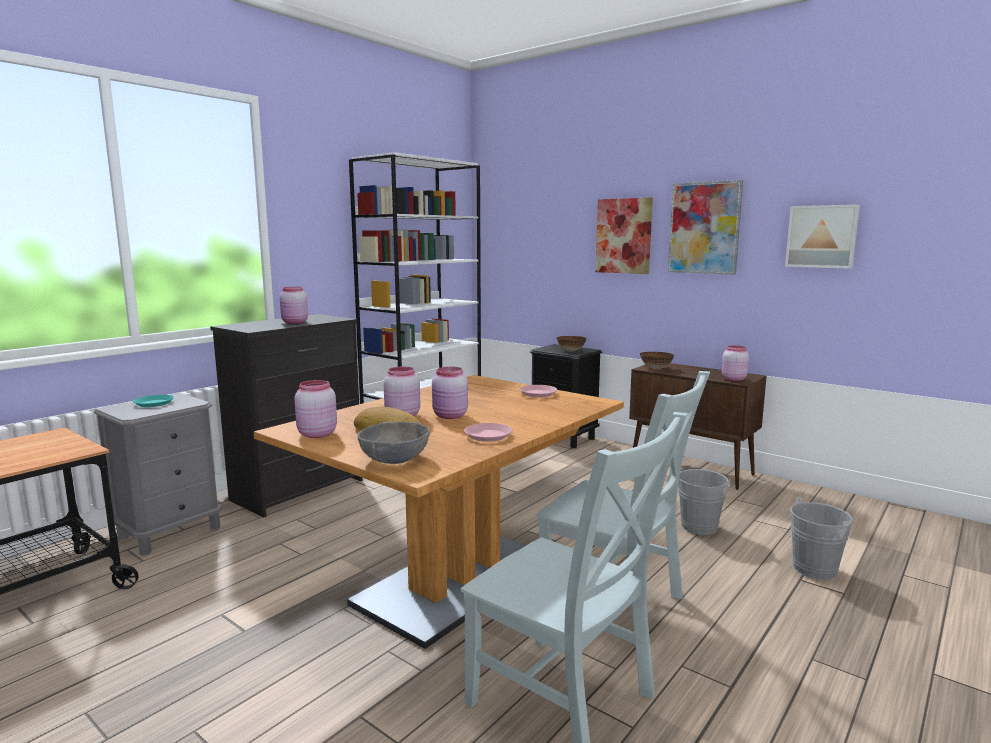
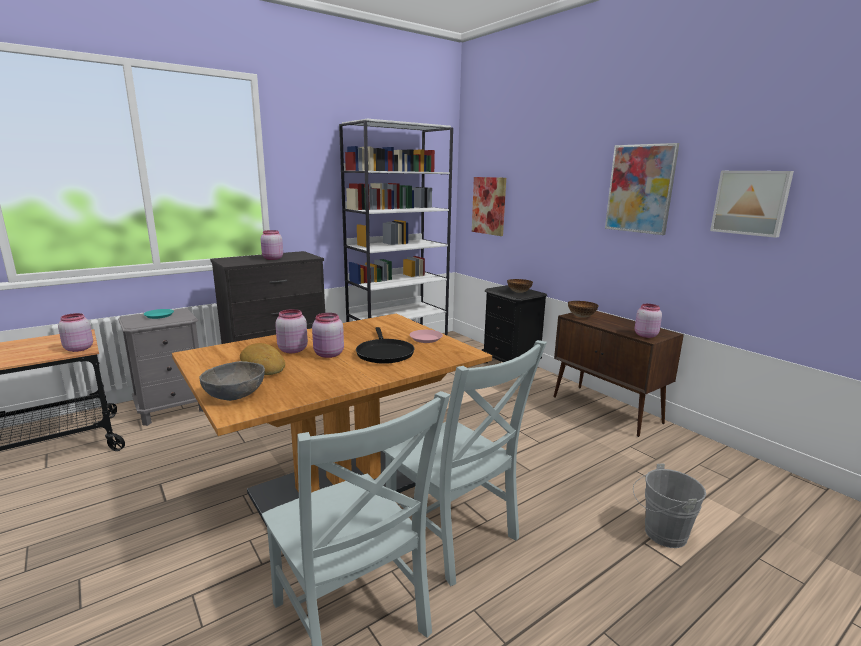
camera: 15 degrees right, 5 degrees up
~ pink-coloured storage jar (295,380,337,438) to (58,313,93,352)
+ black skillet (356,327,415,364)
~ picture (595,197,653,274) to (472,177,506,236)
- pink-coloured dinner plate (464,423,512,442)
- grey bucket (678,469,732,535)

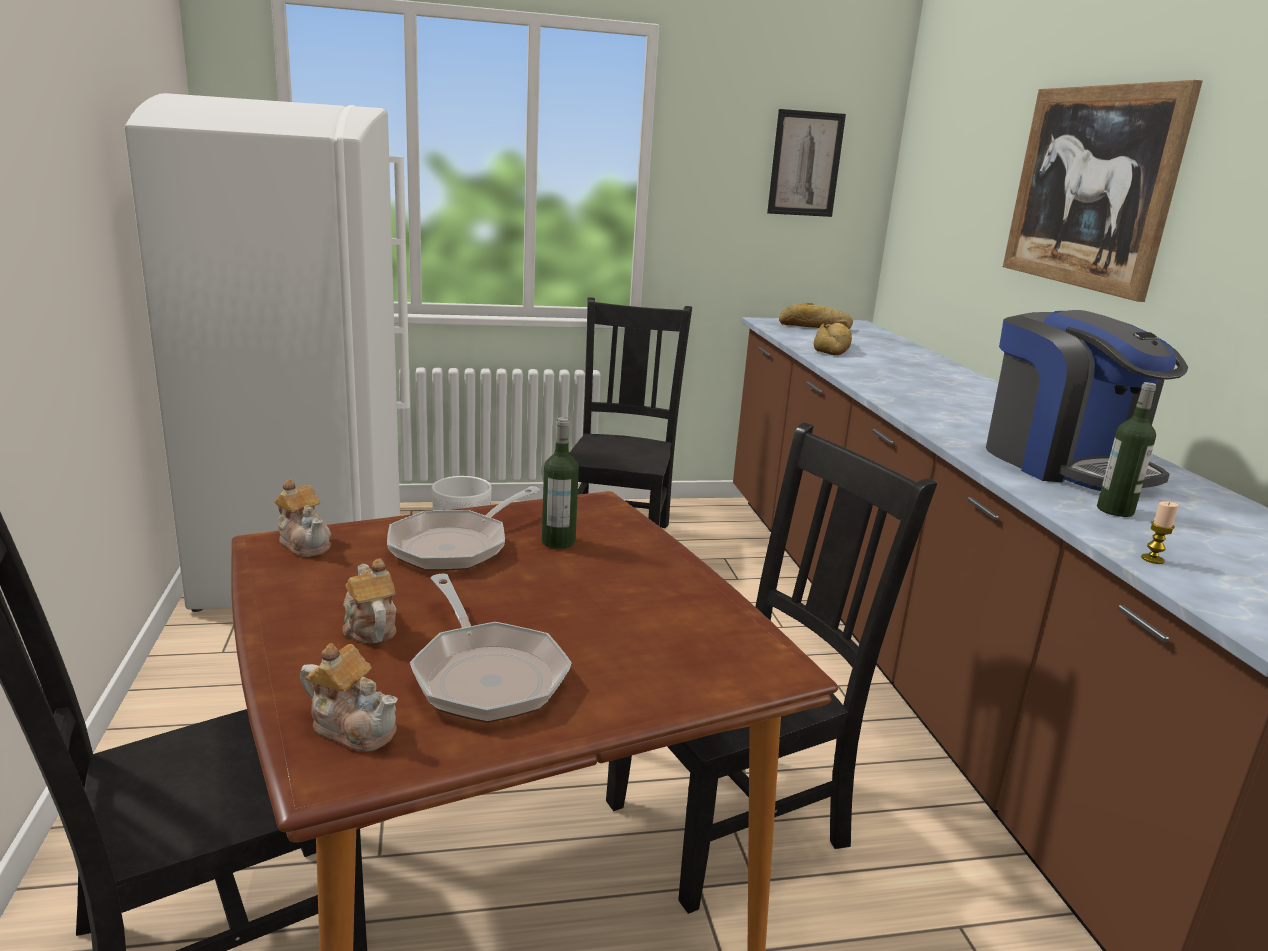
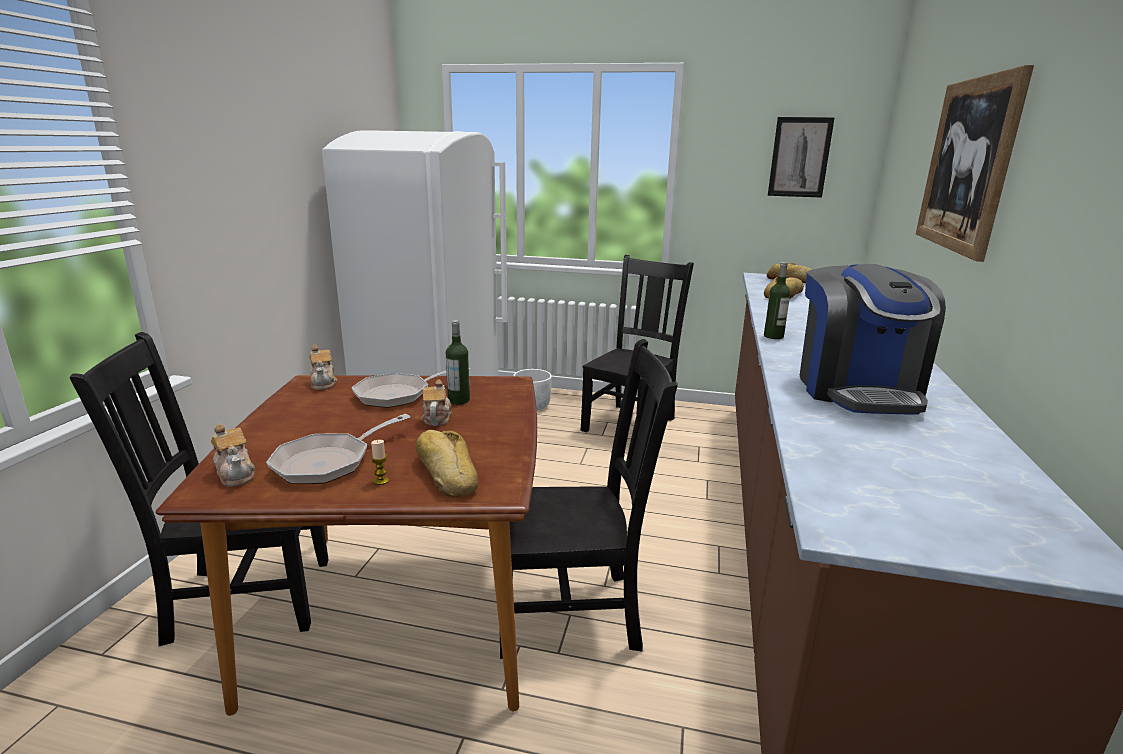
camera: 25 degrees right, 0 degrees up
~ skillet (410,574,572,723) = (266,414,411,484) 45 degrees clockwise
~ candle (1141,501,1179,564) to (371,440,389,485)
+ bread (416,430,478,497)
~ tea pot (342,558,397,643) to (421,379,452,426)
~ beverage bottle (1097,382,1156,517) to (764,262,790,339)

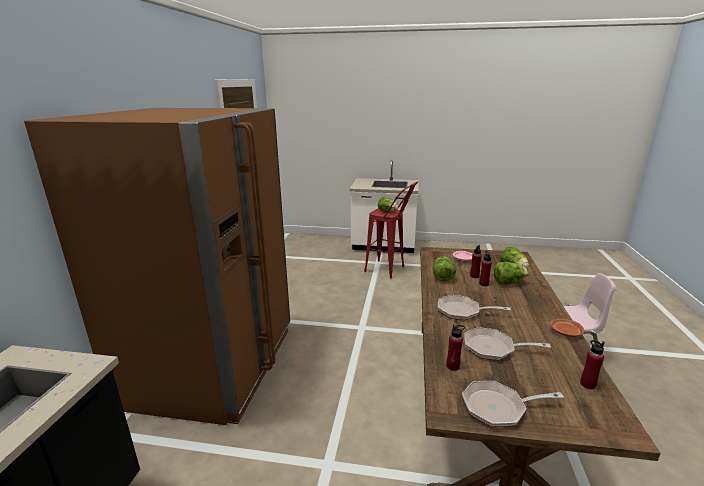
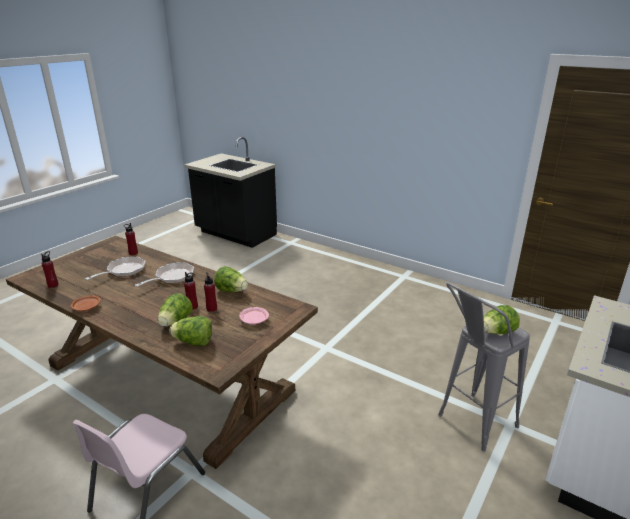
camera: 115 degrees right, 5 degrees up
~ reddish stool seat (364,181,418,279) to grey stool seat (438,282,530,452)
- brownish refrigerator (24,108,290,425)
- skillet (462,381,564,427)

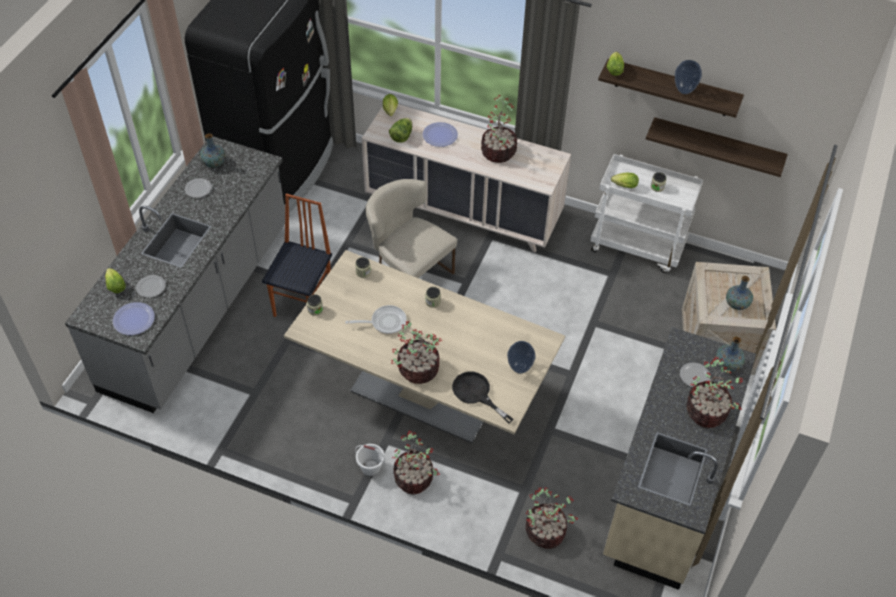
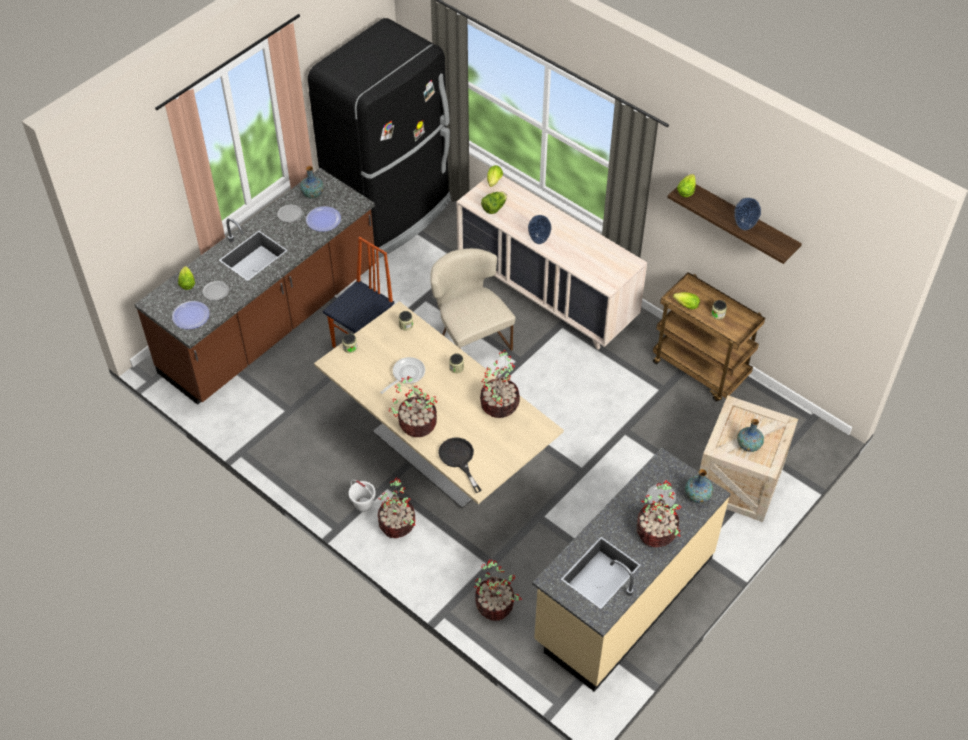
camera: 20 degrees right, 0 degrees up
~ grey kitchen counter (65,136,285,413) to brownish kitchen counter (134,168,376,405)
~ dinner plate (423,122,458,147) to (306,206,341,232)
~ skillet (345,305,406,334) = (380,357,425,394) 60 degrees counterclockwise
~ houseplant (481,95,517,163) to (480,350,520,418)
~ flower vase (507,341,536,374) to (528,215,552,244)
~ whitish trolley (590,154,703,273) to brownish trolley (653,272,765,402)
- shelf (646,117,788,177)

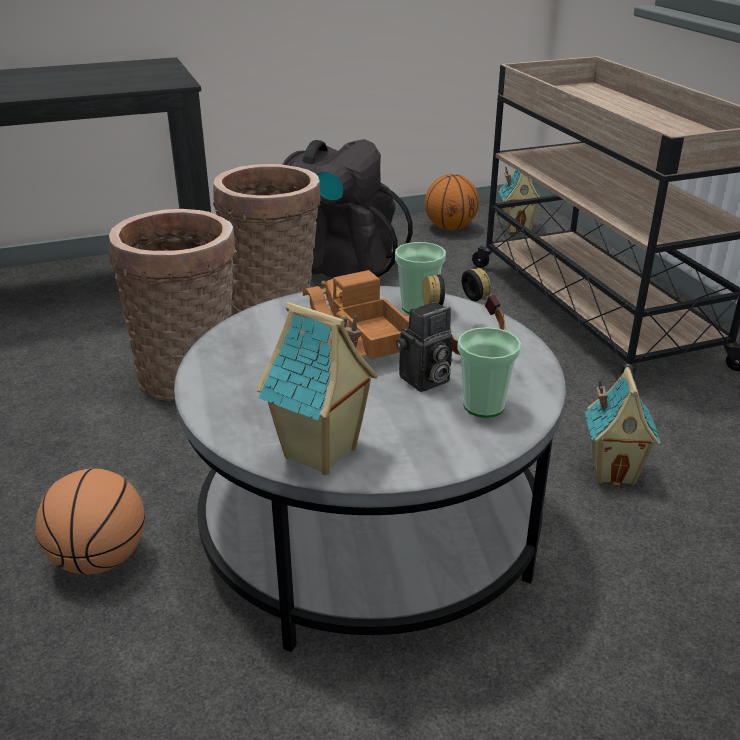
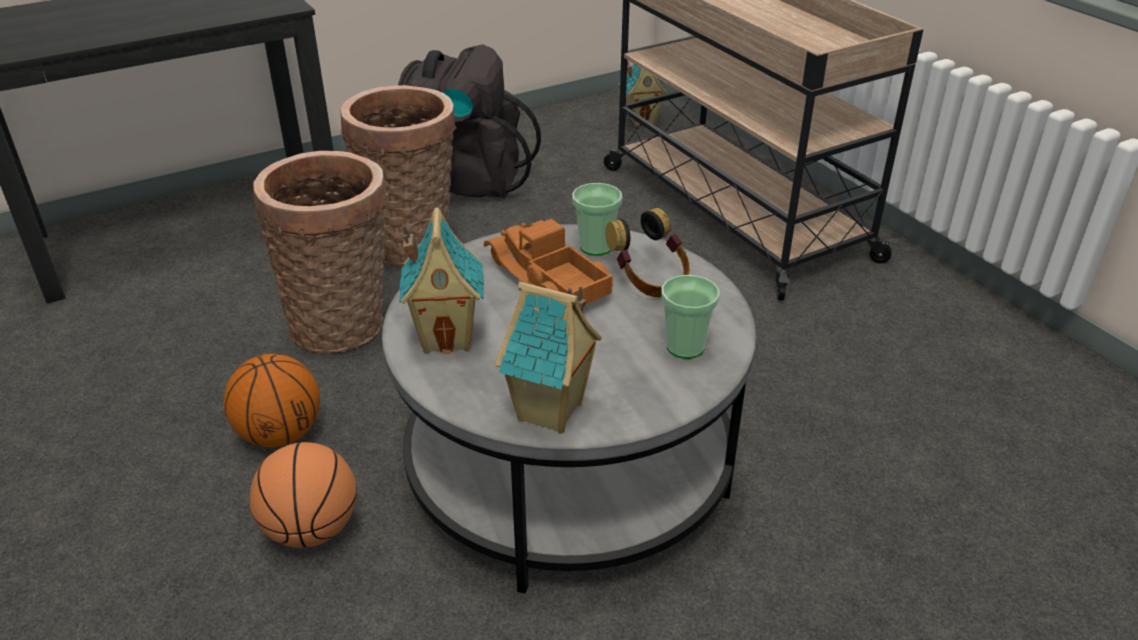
camera: 10 degrees left, 5 degrees up
~ basketball (425,174,479,230) to (224,354,320,447)
~ miniature house (585,367,661,486) to (399,207,484,354)
- still camera (396,302,453,392)

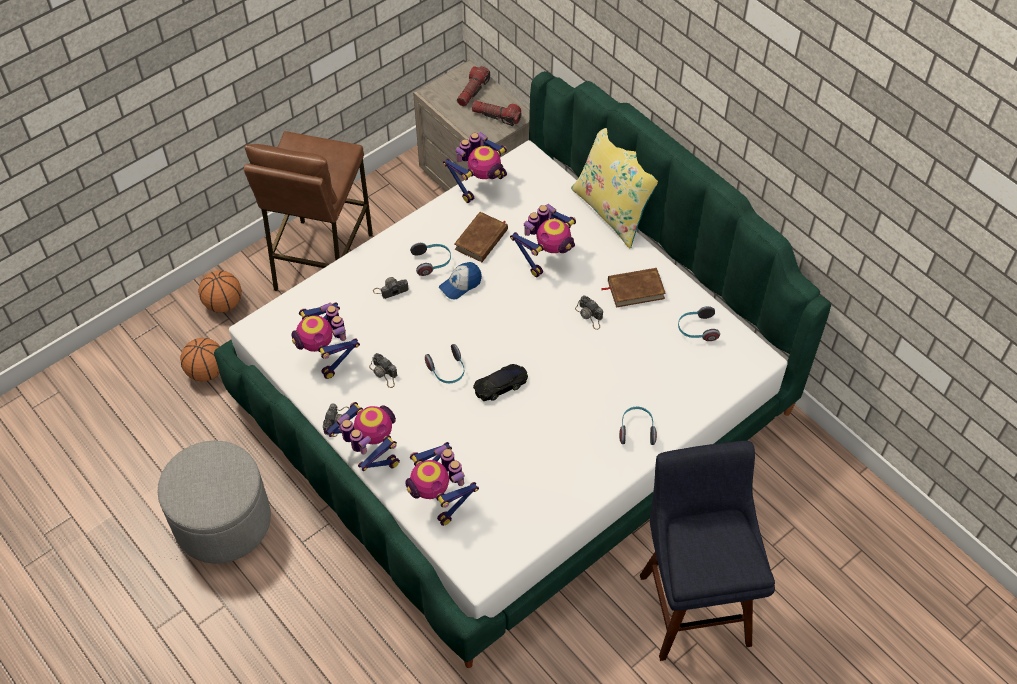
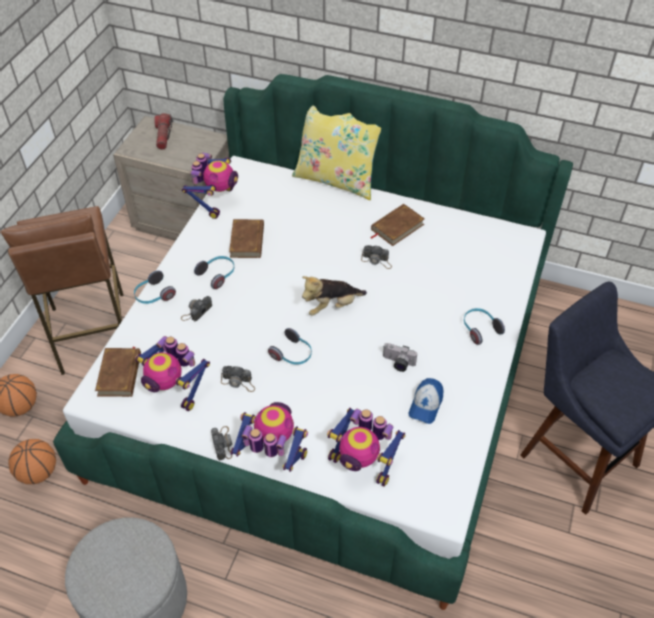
camera: 30 degrees left, 5 degrees down
+ brownish volume (95,347,141,397)
~ pair of headphones (678,306,720,341) to (134,270,176,304)
+ cuddly toy (302,276,367,316)
+ still camera (383,343,417,372)
~ baseball cap (439,262,482,299) to (408,378,443,424)
- torch (472,100,521,126)
- black toy car (473,364,528,401)
- robot figure (510,204,576,277)

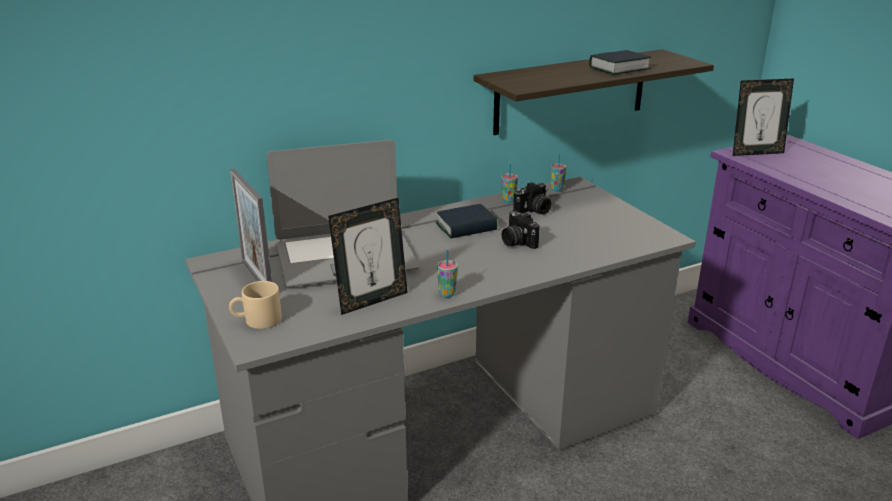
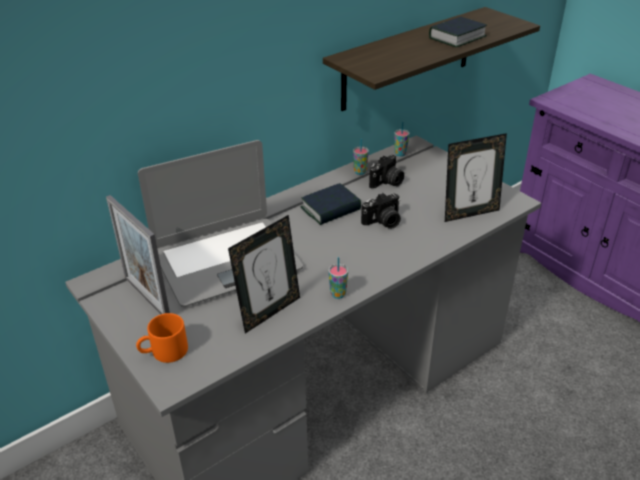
camera: 10 degrees left, 10 degrees up
~ beige coffee mug (229,281,282,329) to orange-coloured coffee mug (136,313,188,363)
~ still camera (502,210,540,249) = (361,193,401,229) 75 degrees counterclockwise
~ standing frame (733,78,794,156) to (445,133,507,222)

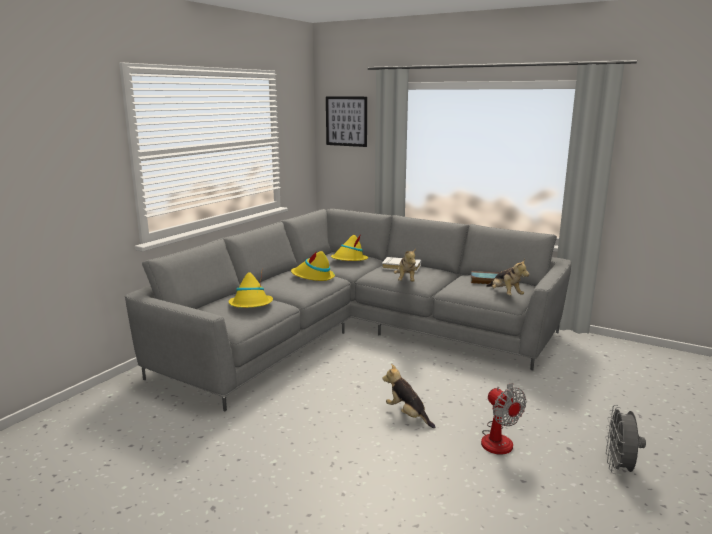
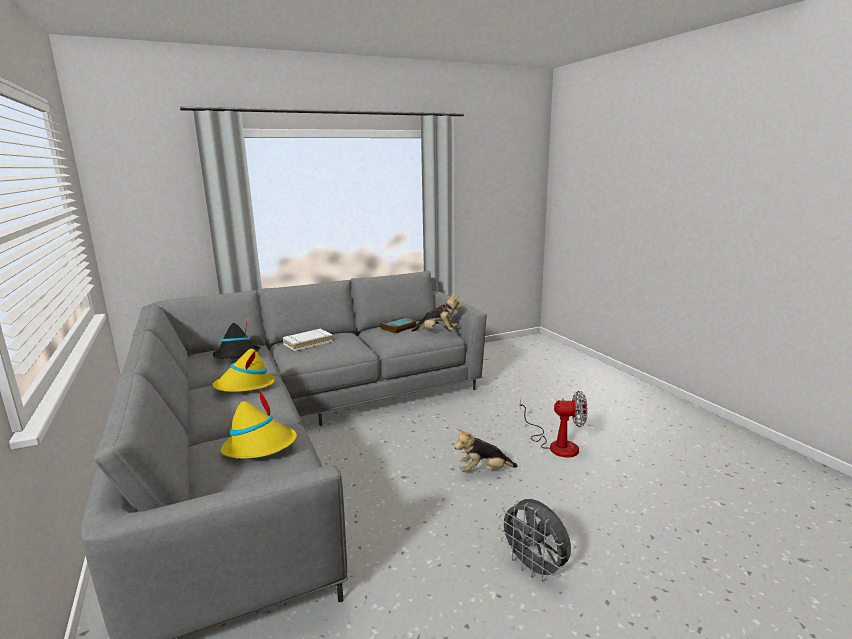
camera: 55 degrees left, 0 degrees up
~ yellow clothing hat (331,234,368,261) to black clothing hat (213,321,260,359)
~ grey electric fan (605,405,646,474) to (498,499,571,581)
- picture (326,97,367,147)
- cuddly toy (394,248,416,282)

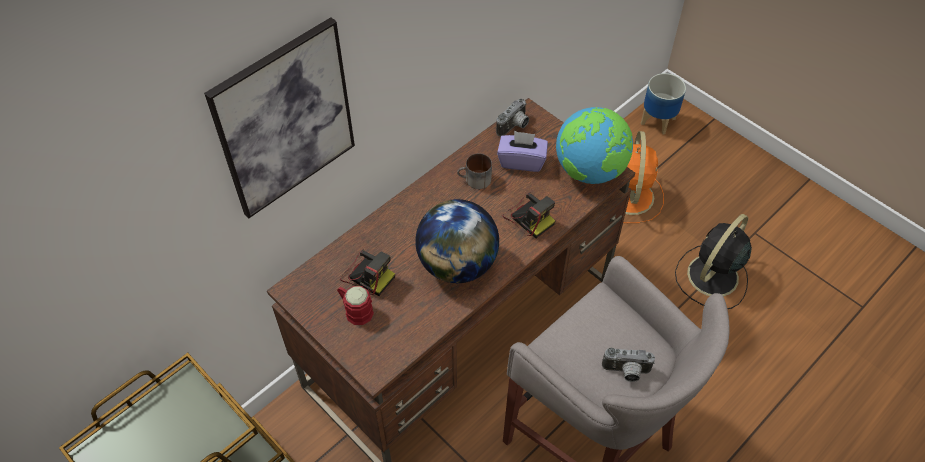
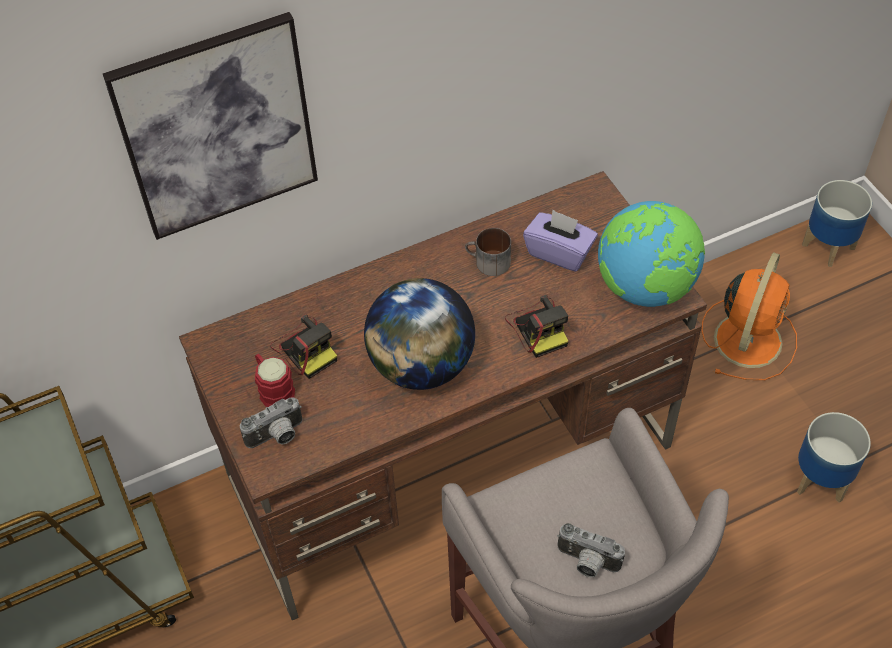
camera: 20 degrees right, 0 degrees up
~ still camera (496,98,529,137) to (240,398,302,448)
~ black electric fan (675,214,752,309) to flower pot (797,412,871,503)

